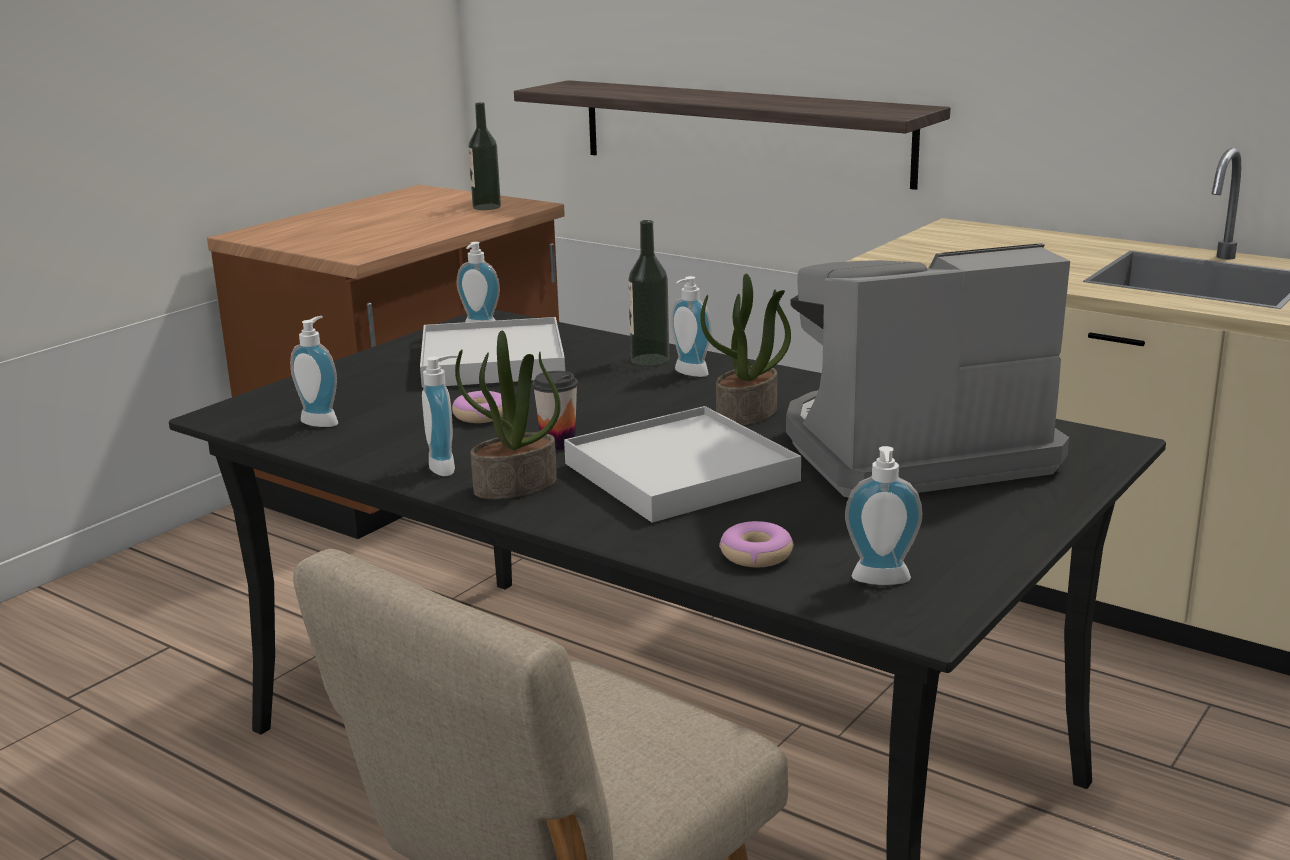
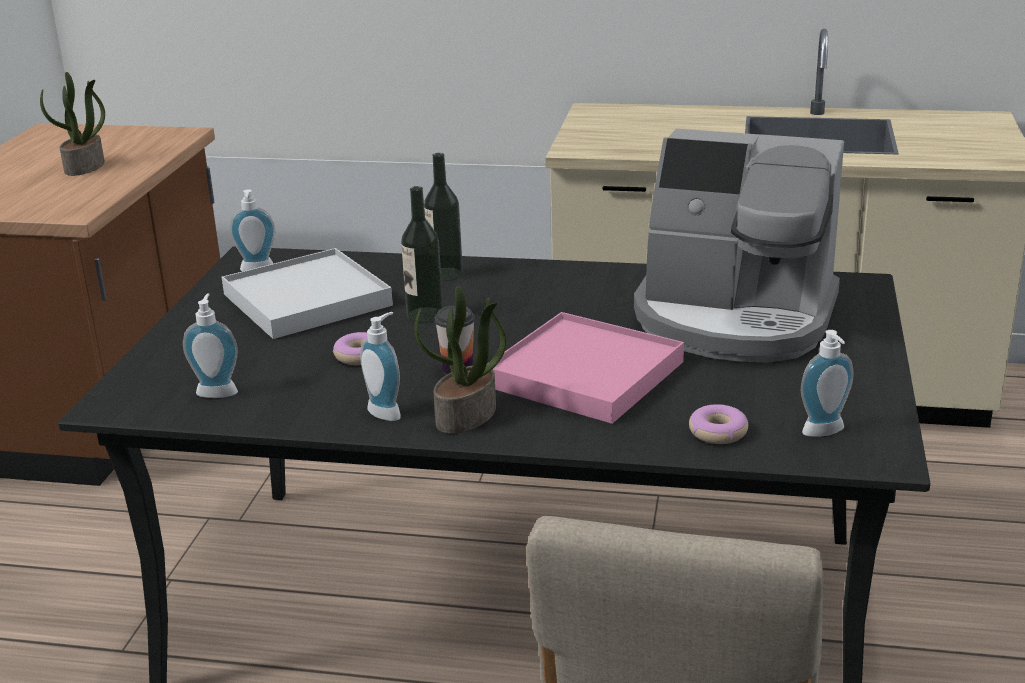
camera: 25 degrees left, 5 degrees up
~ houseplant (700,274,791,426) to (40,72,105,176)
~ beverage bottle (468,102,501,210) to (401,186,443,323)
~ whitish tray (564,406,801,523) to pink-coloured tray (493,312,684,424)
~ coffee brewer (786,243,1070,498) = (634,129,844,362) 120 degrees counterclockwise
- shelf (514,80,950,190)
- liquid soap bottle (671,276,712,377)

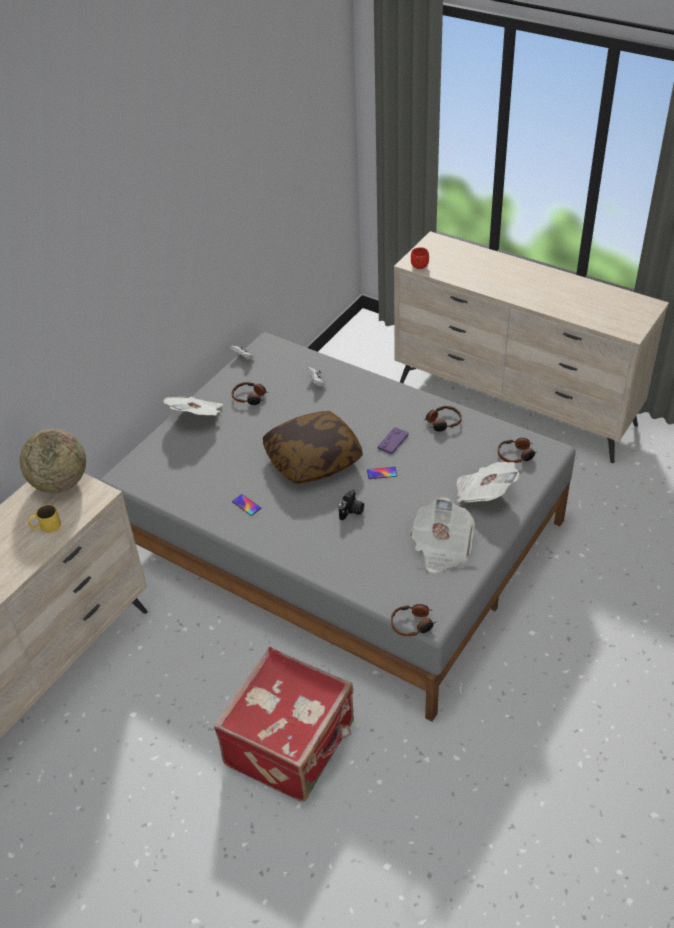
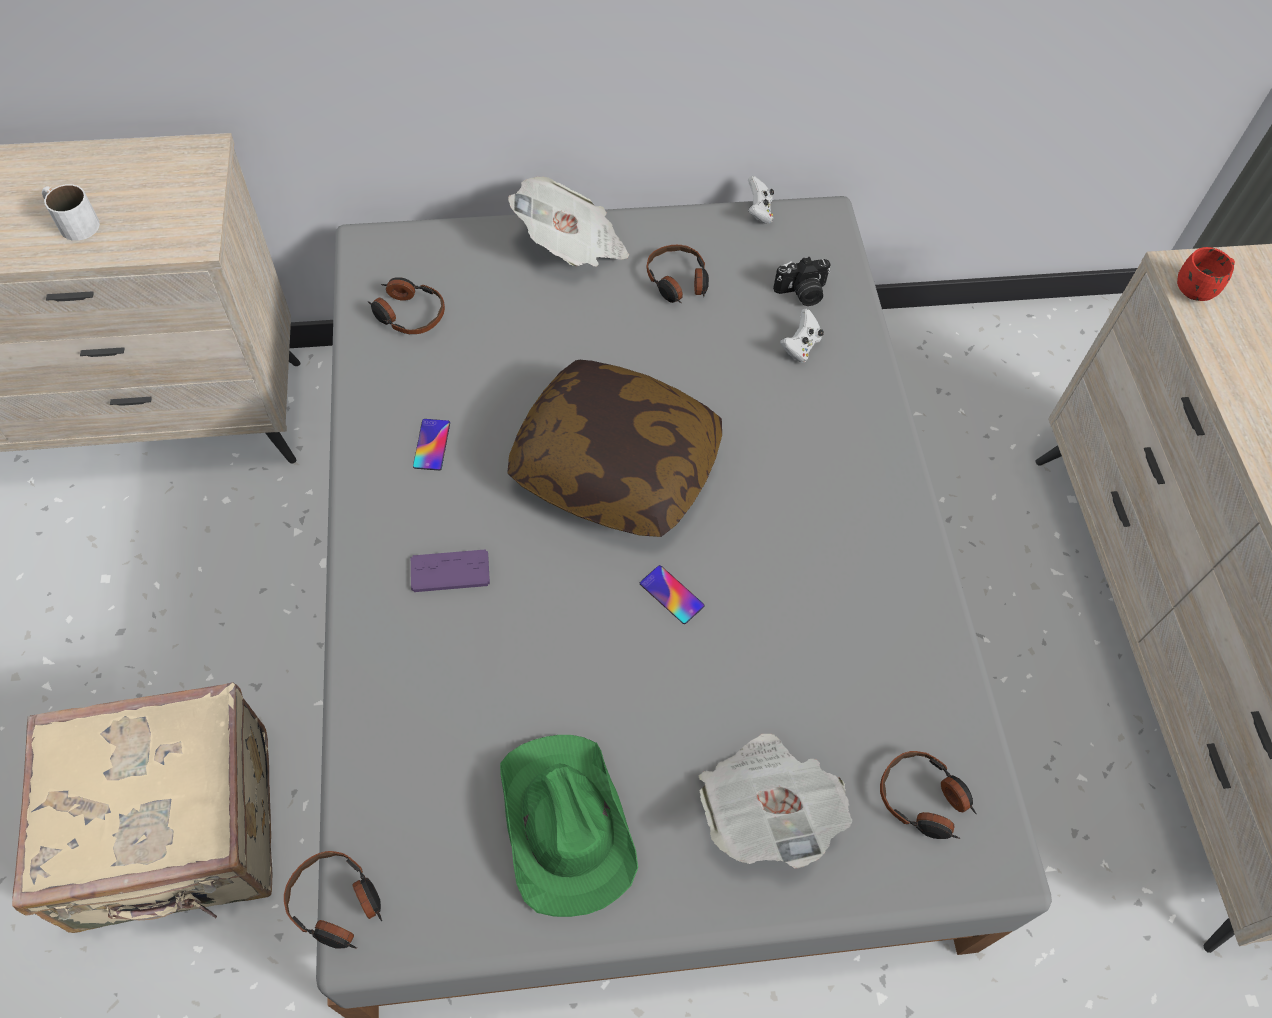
camera: 45 degrees right, 15 degrees up
~ reddish travel case (214,647,354,802) to beige travel case (12,682,272,933)
~ yellow coffee mug (28,504,61,533) to whitish coffee mug (42,184,100,241)
~ pair of headphones (425,406,462,432) to (368,277,445,334)
~ purple-coloured joypad (378,427,409,454) to (411,549,490,592)
~ printed paper (410,497,475,573) to greenish clothing hat (500,735,638,917)
~ still camera (339,489,364,520) to (773,257,831,306)
- globe (20,429,86,493)

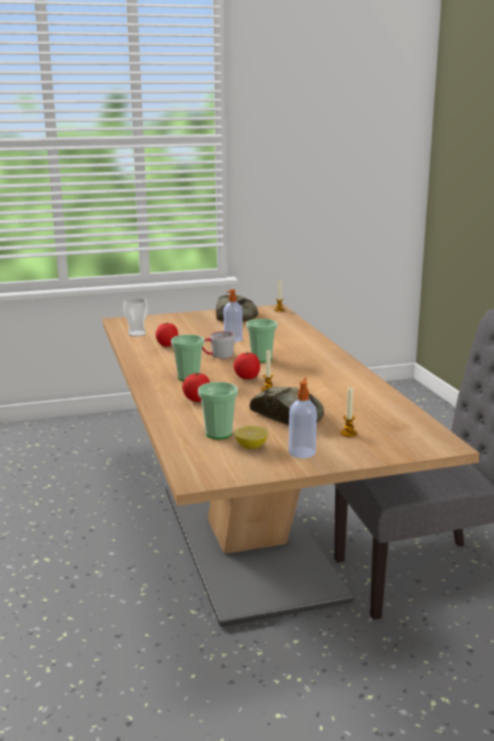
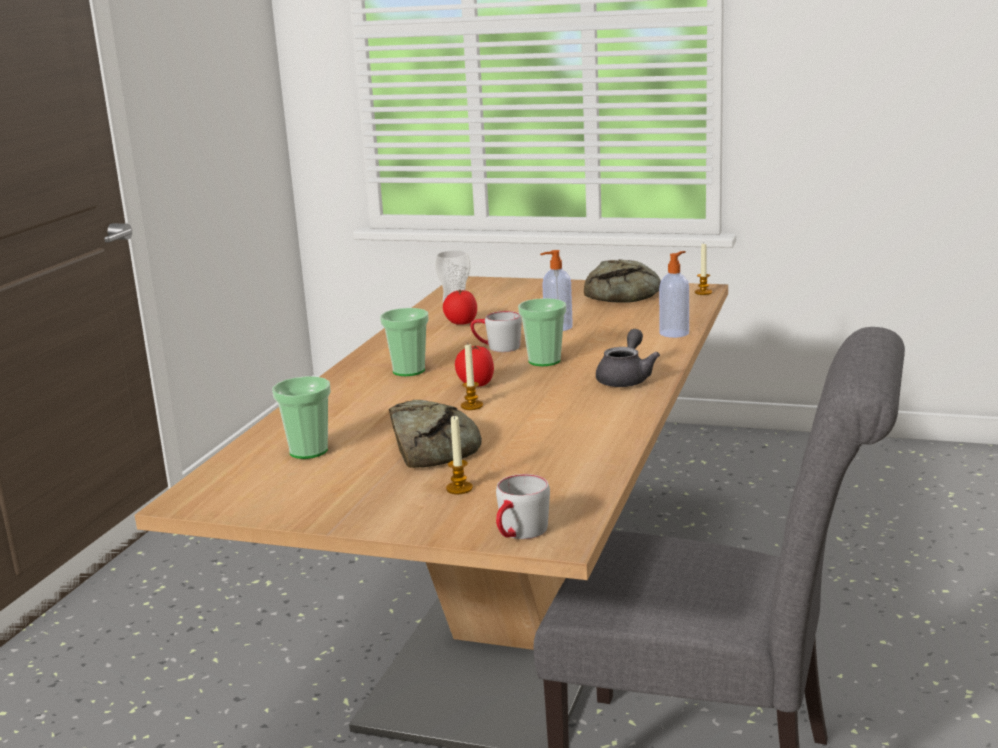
camera: 35 degrees right, 0 degrees up
+ grey coffee mug (496,474,550,539)
+ grey tea pot (596,329,660,387)
~ liquid soap bottle (289,378,317,458) to (659,251,689,338)
- fresh tomato (182,373,210,402)
- lemon (234,426,268,449)

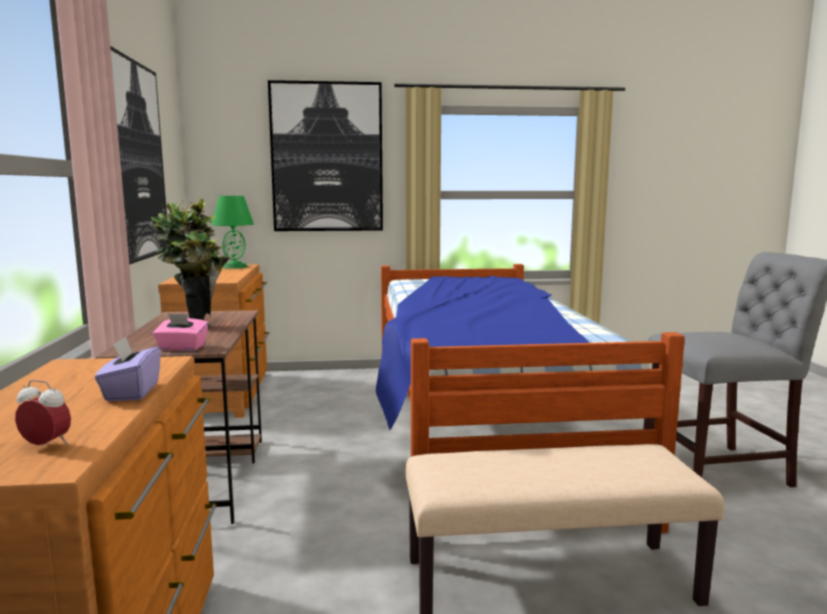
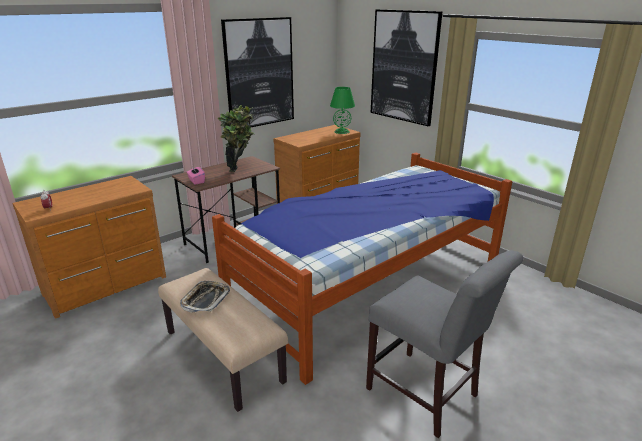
camera: 55 degrees right, 15 degrees up
+ tray (180,281,230,313)
- purple-coloured tissue box (95,336,161,401)

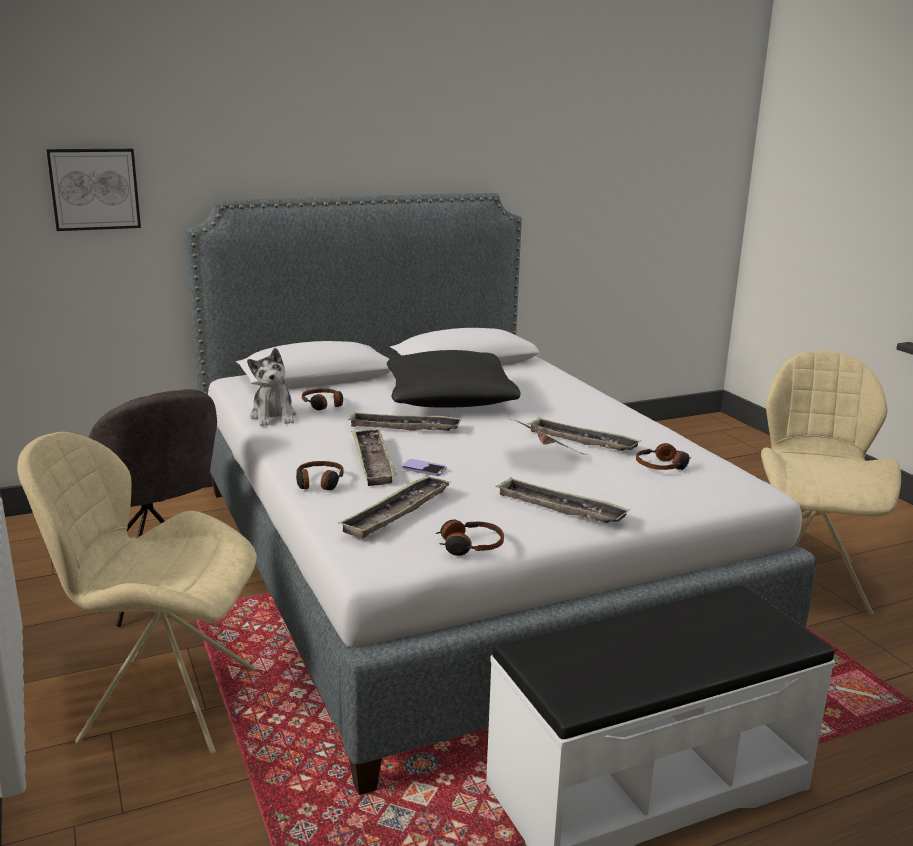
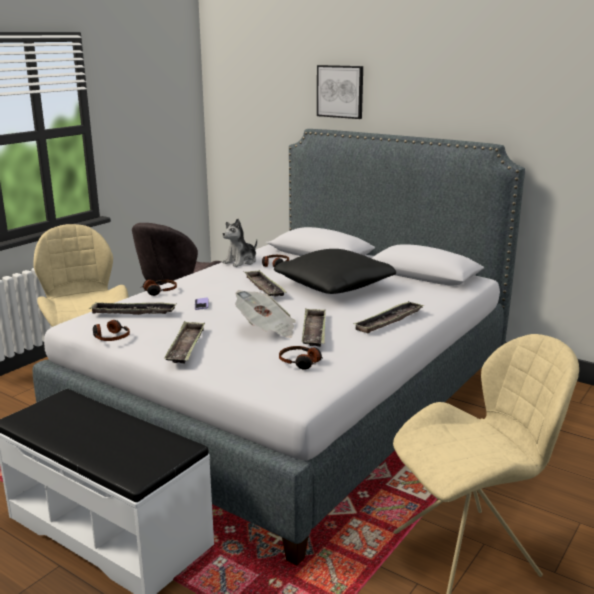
camera: 60 degrees right, 0 degrees up
~ picture (46,149,141,231) to (317,65,363,119)
~ tray (352,429,397,486) to (354,301,424,333)

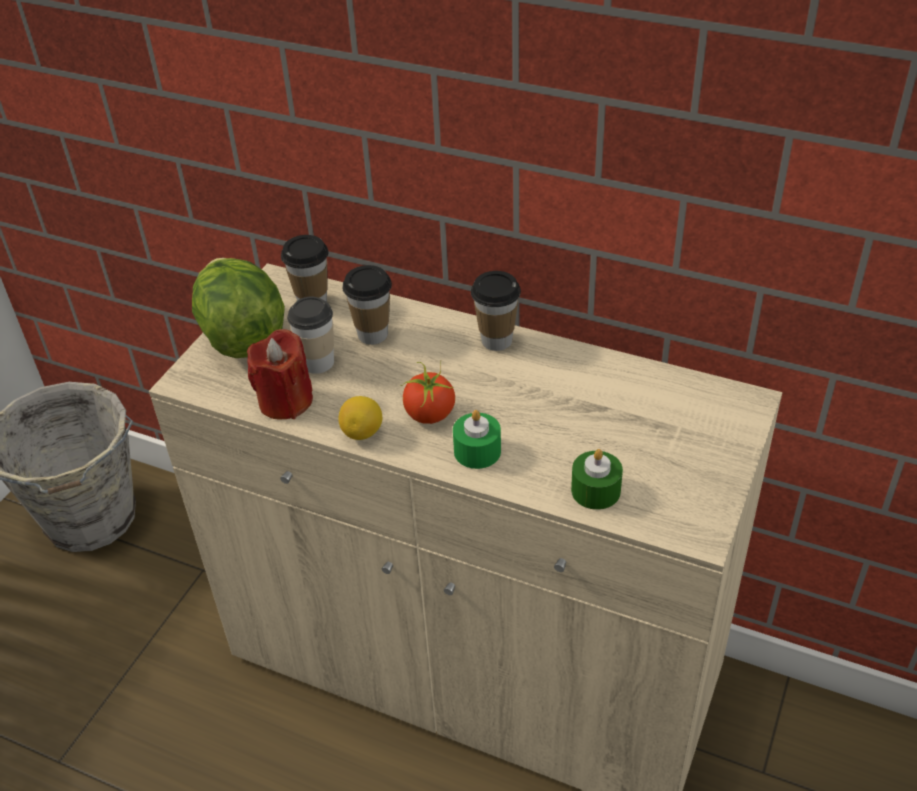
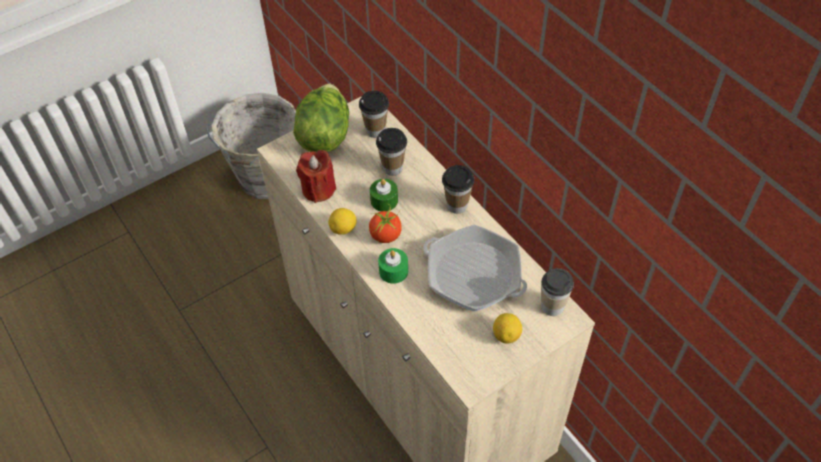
camera: 30 degrees right, 10 degrees up
~ greenish candle (571,449,623,510) to (370,179,398,211)
+ skillet (423,225,527,312)
+ lemon (493,313,522,344)
~ drinking cup (287,296,334,374) to (541,268,574,316)

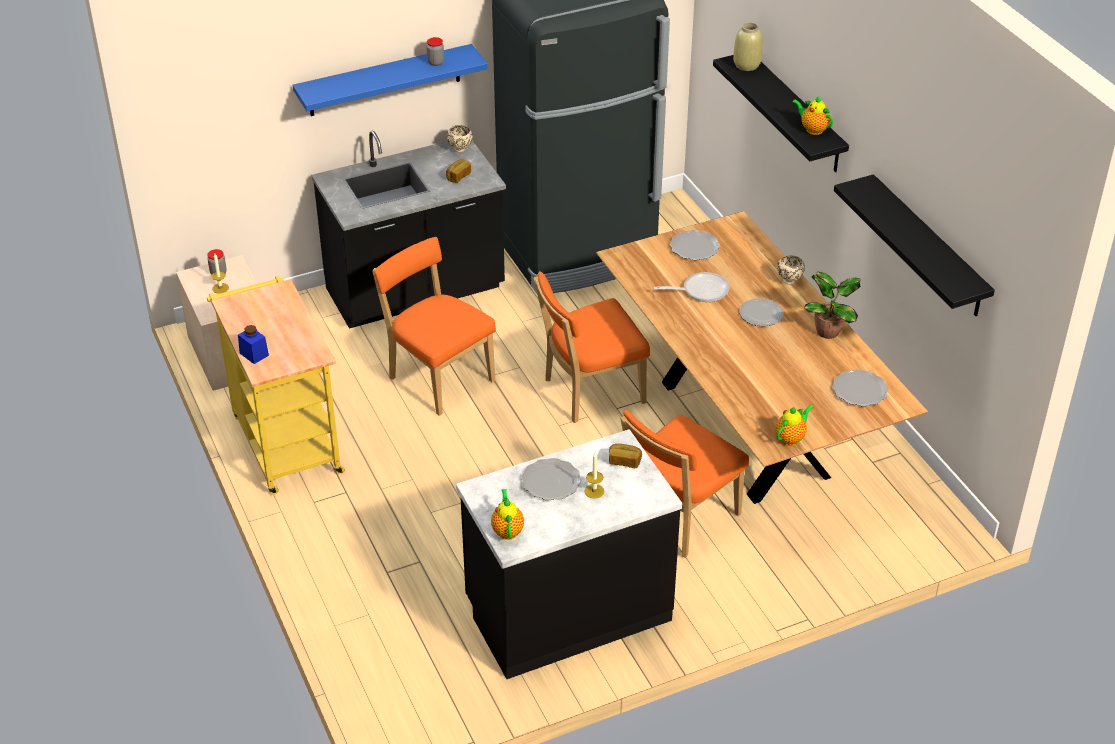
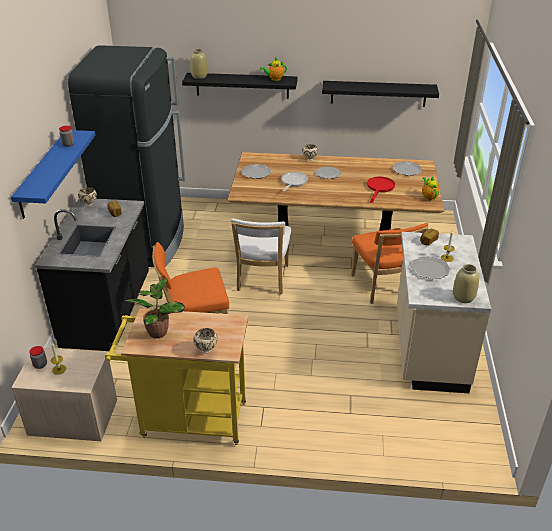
camera: 60 degrees left, 5 degrees down
~ houseplant (804,272,861,339) to (125,279,185,338)
~ blue-coloured storage jar (238,325,269,364) to beige serving bowl (193,328,218,354)
~ orange-coloured upright chair (534,271,650,423) to whitish upright chair (231,218,291,294)
+ reddish skillet (367,177,395,203)
~ black kitchen counter (456,429,682,679) to beige kitchen counter (397,232,491,393)
~ tea pot (491,489,524,540) to beige flower vase (453,264,479,303)

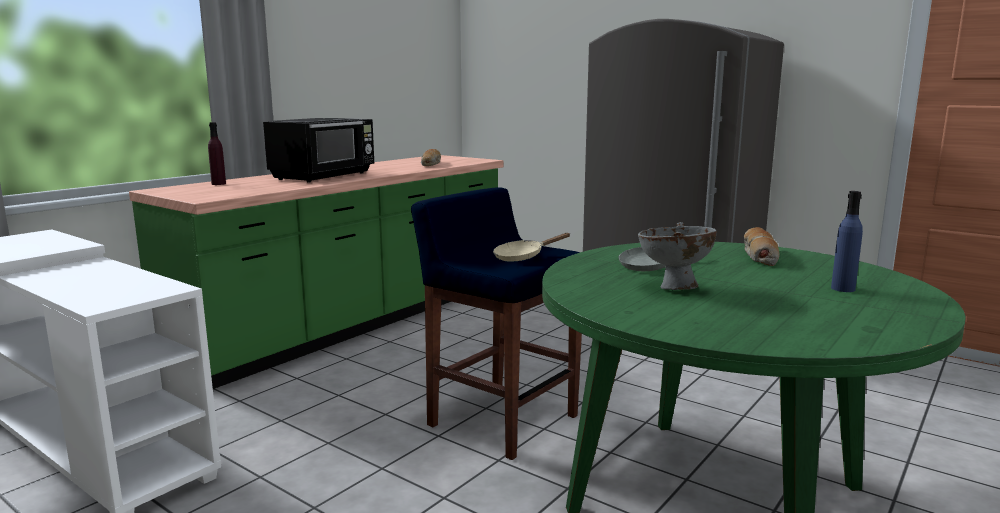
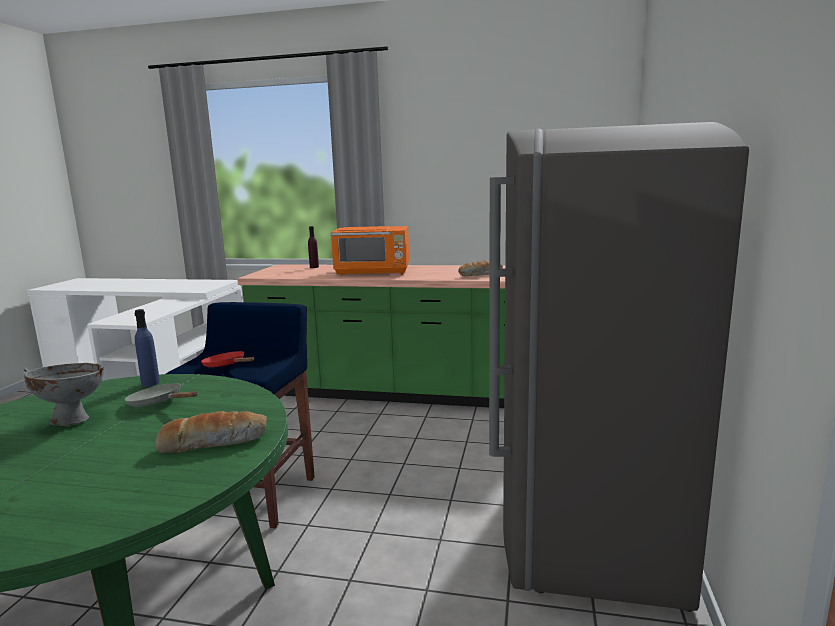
camera: 65 degrees right, 0 degrees up
~ blue-coloured beverage bottle (831,191,863,292) to (134,309,160,387)
~ beige skillet (493,233,570,262) to reddish skillet (201,351,254,367)
~ black microwave oven (263,118,374,183) to orange-coloured microwave oven (331,226,409,275)

